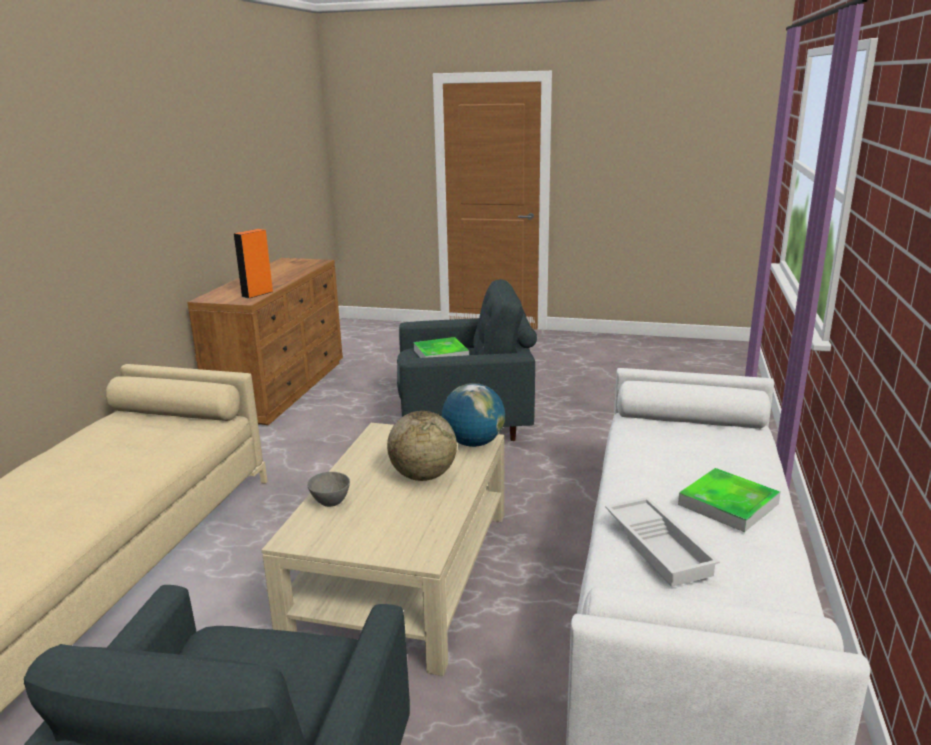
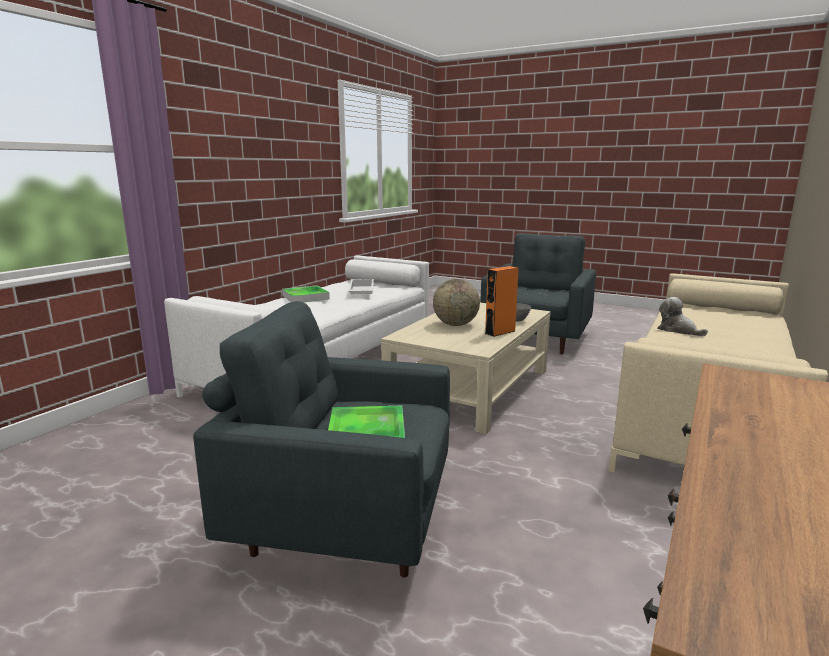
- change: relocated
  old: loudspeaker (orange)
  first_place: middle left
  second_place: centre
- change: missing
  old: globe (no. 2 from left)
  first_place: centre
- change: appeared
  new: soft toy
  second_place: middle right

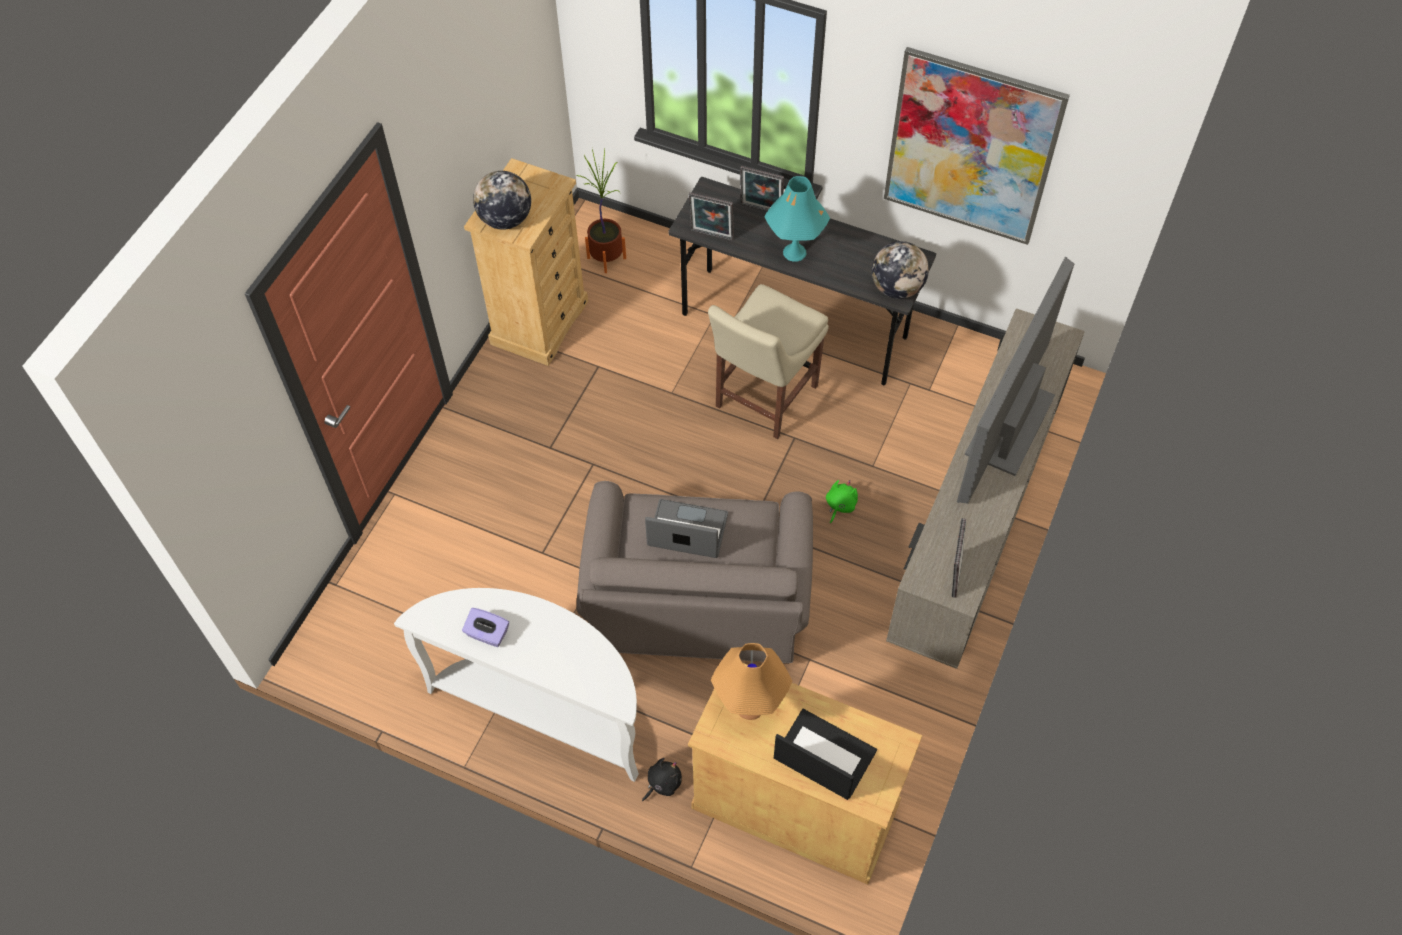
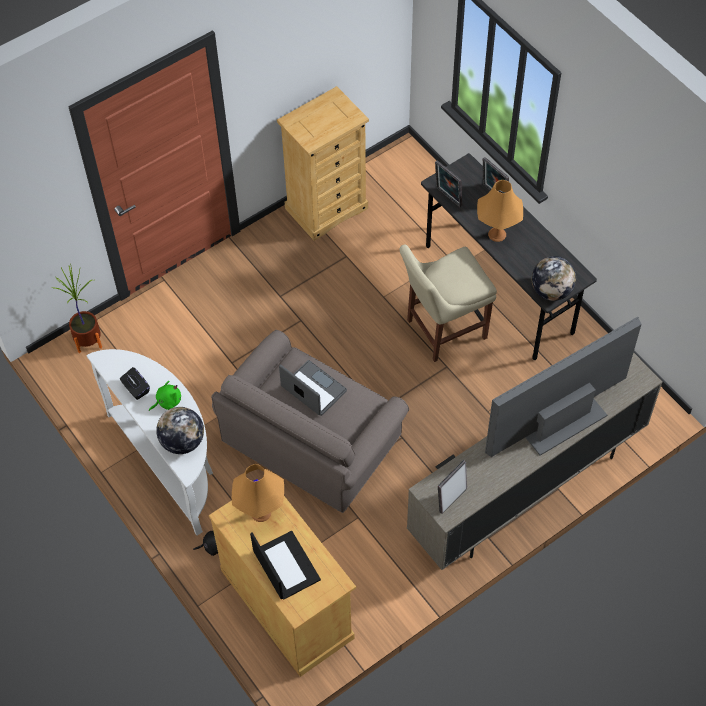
- change: missing
  old: wall picture
  first_place: top right
- change: relocated
  old: houseplant
  first_place: top centre
  second_place: middle left
- change: relocated
  old: globe (no. 1 from left)
  first_place: top centre
  second_place: middle left
- change: colour
  old: lamp for a table (blue-green)
  new: lamp for a table (orange) (no. 2 from left)
  first_place: top centre
  second_place: top right
- change: relocated
  old: soft toy (green-coloured)
  first_place: centre
  second_place: middle left
- change: colour
  old: tissue box (purplish)
  new: tissue box (black)
  first_place: bottom centre
  second_place: middle left

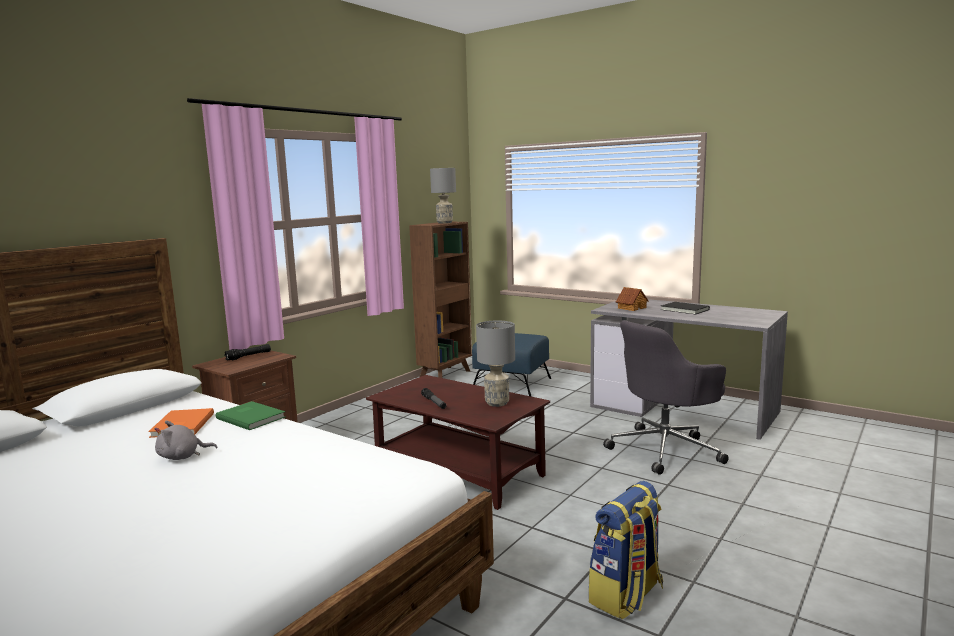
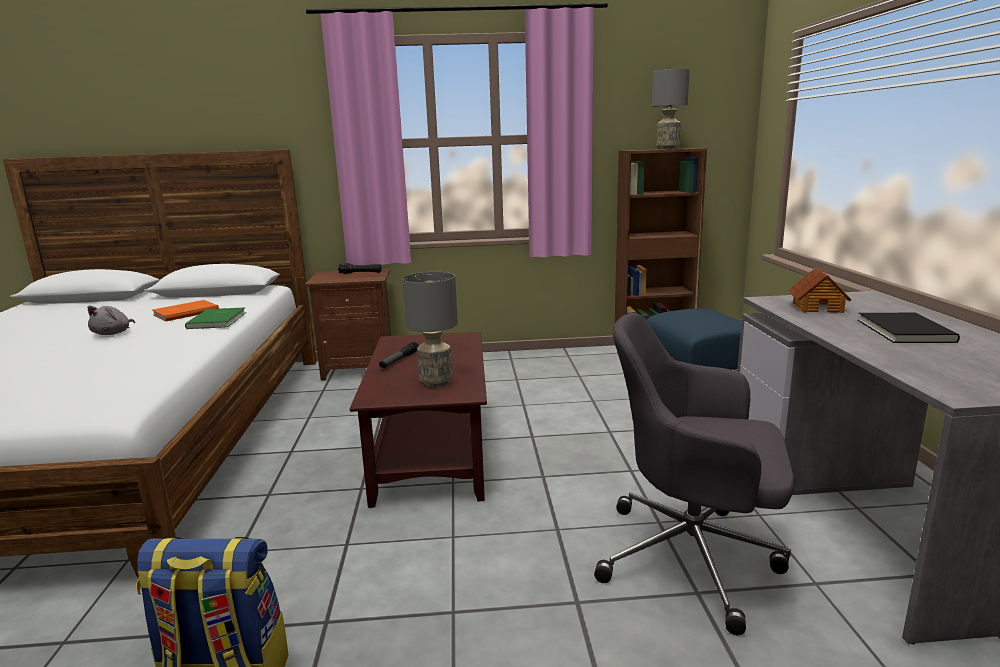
- change: spun
  old: soft toy (greyish)
  first_place: bottom left
  second_place: middle left
  degrees: -105

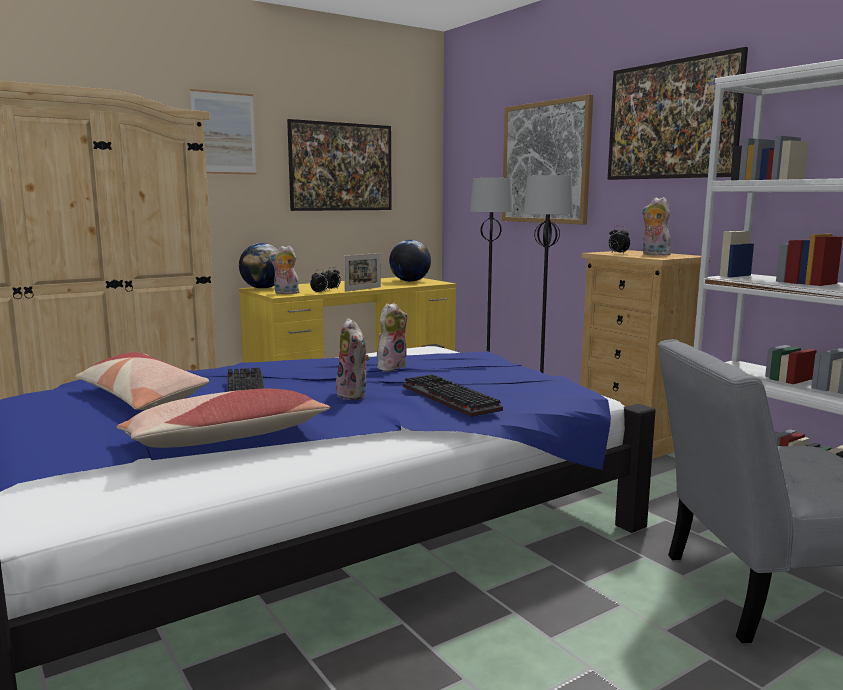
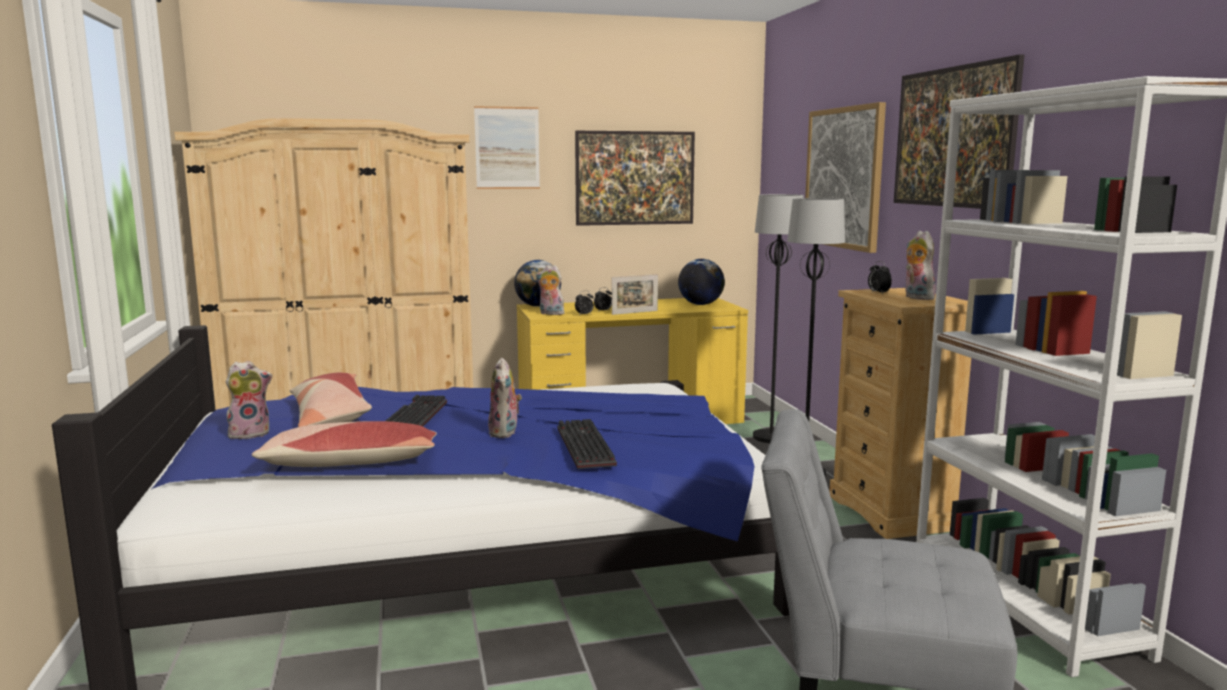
- change: relocated
  old: soft toy (no. 3 from left in the first image)
  new: soft toy (no. 1 from left)
  first_place: centre
  second_place: middle left

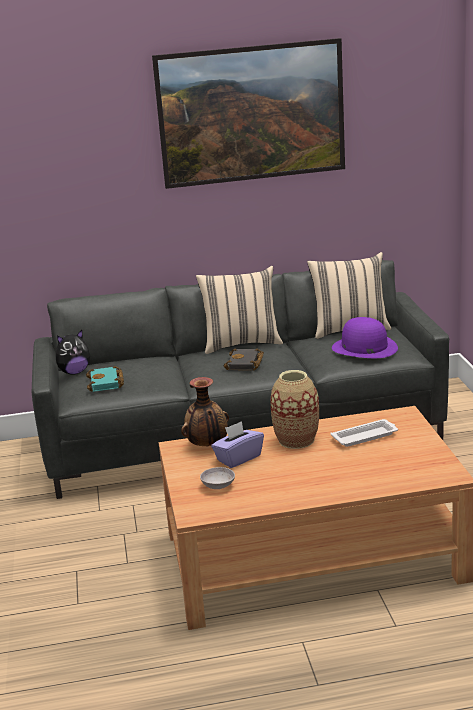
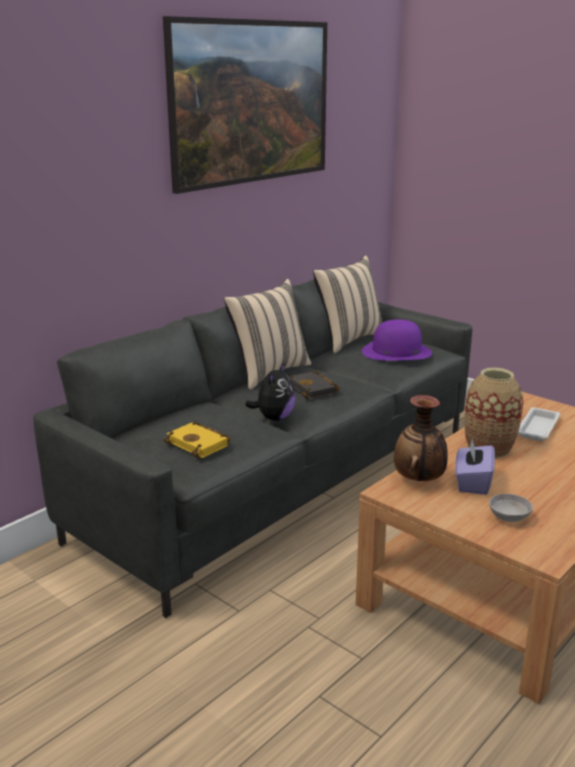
- change: relocated
  old: soft toy
  first_place: middle left
  second_place: centre
- change: colour
  old: bound book (blue-green)
  new: bound book (yellow-coloured)
  first_place: middle left
  second_place: centre

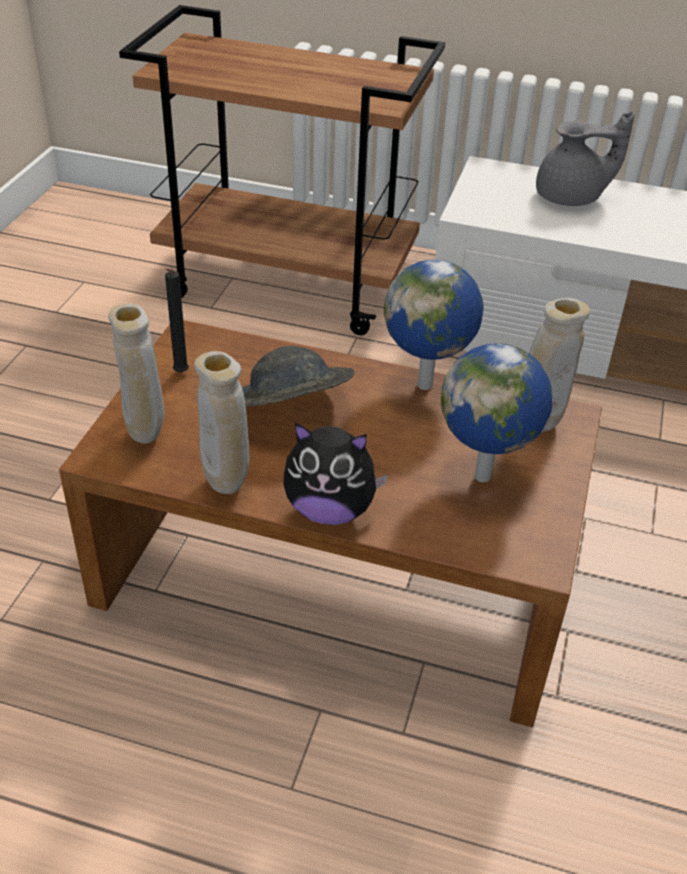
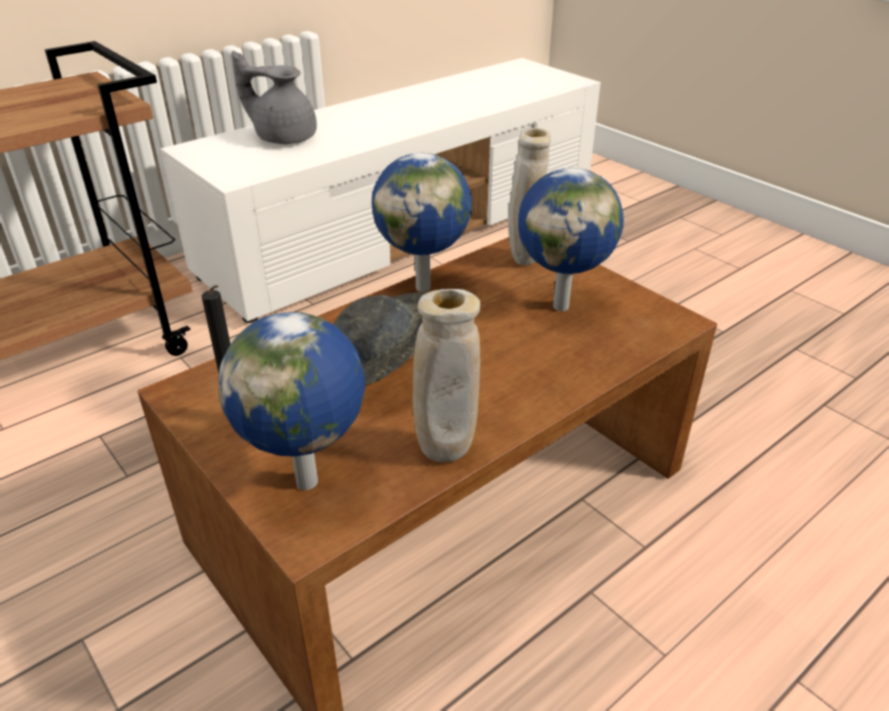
- change: spun
  old: teapot (greyish)
  first_place: top right
  second_place: top left
  degrees: -105
- change: exchanged
  old: flower vase (beige-coloured) (no. 1 from left)
  new: globe (no. 1 from left)
  first_place: middle left
  second_place: middle left
- change: missing
  old: soft toy
  first_place: centre

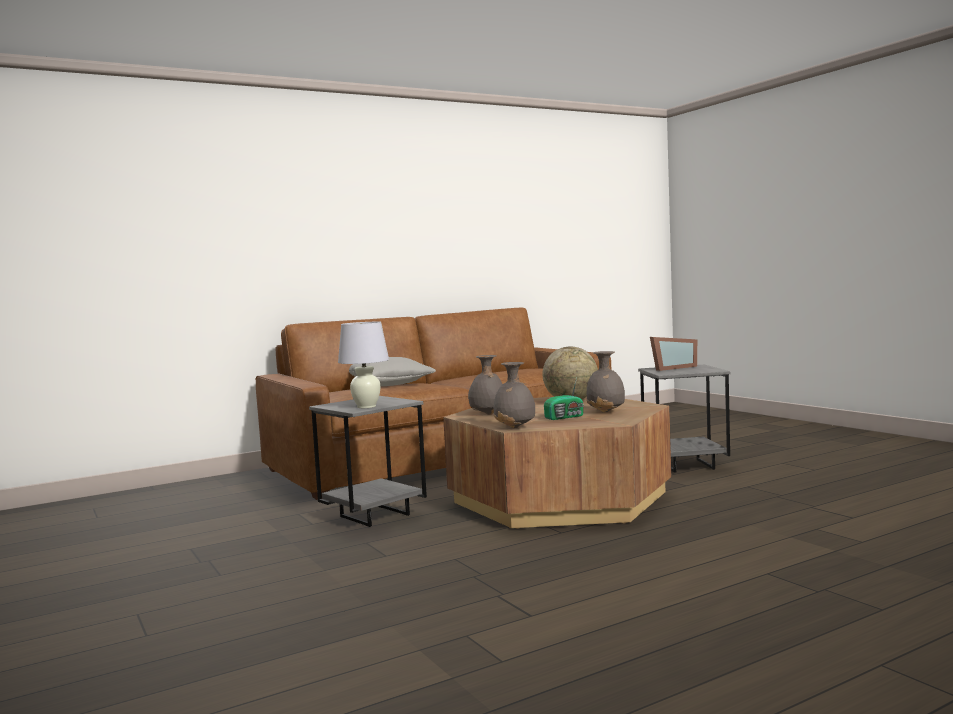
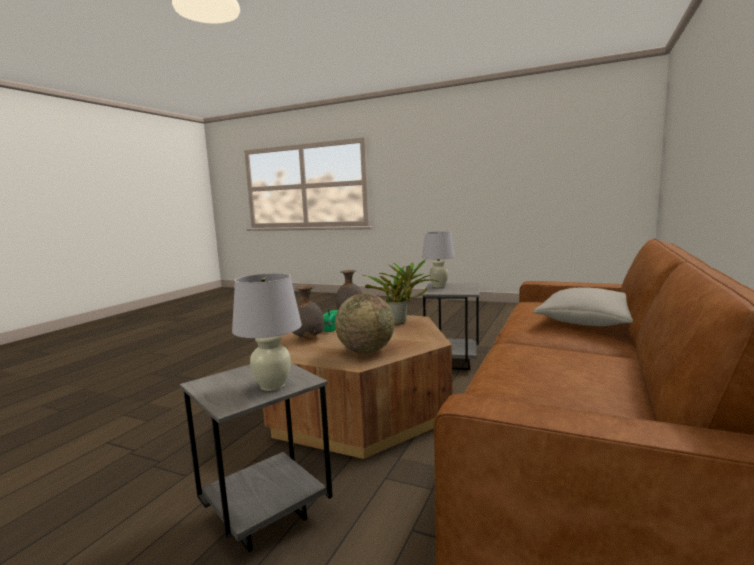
- change: exchanged
  old: picture frame
  new: lamp for a table (whitish) (no. 1 from left)
  first_place: middle right
  second_place: centre
- change: exchanged
  old: flower vase (greyish) (no. 1 from left)
  new: houseplant
  first_place: centre
  second_place: centre

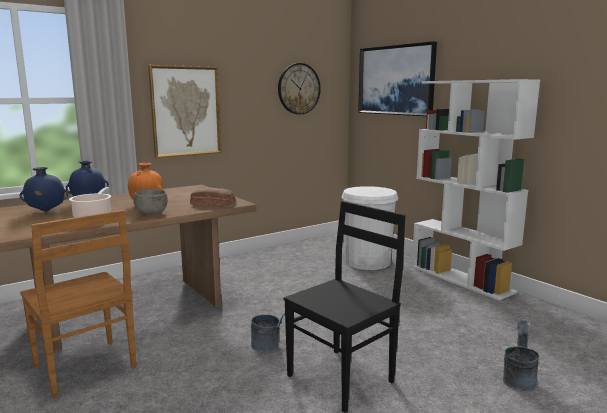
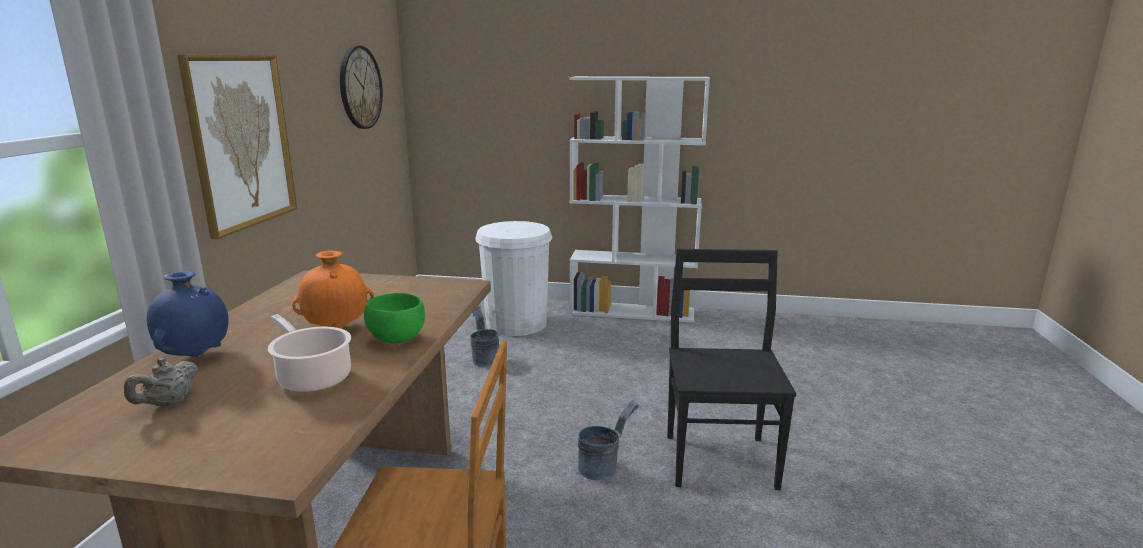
- change: missing
  old: wall picture (no. 2 from left)
  first_place: top centre
- change: exchanged
  old: flower vase (bluish) (no. 1 from left)
  new: teapot (beige-coloured)
  first_place: middle left
  second_place: bottom left
- change: missing
  old: bread
  first_place: centre
- change: colour
  old: serving bowl (greyish)
  new: serving bowl (green-coloured)
  first_place: middle left
  second_place: centre
- change: relocated
  old: bucket (greyish) (no. 2 from left in the first image)
  new: bucket (greyish) (no. 1 from left)
  first_place: bottom right
  second_place: centre

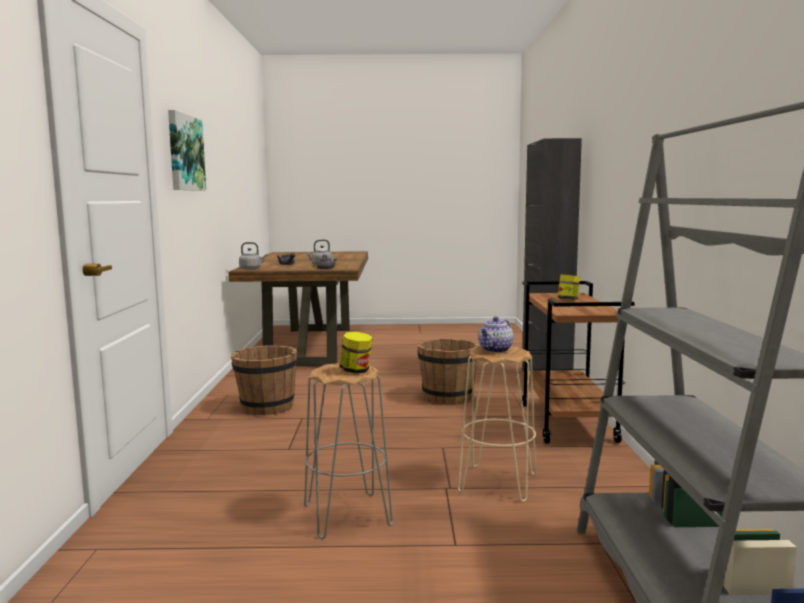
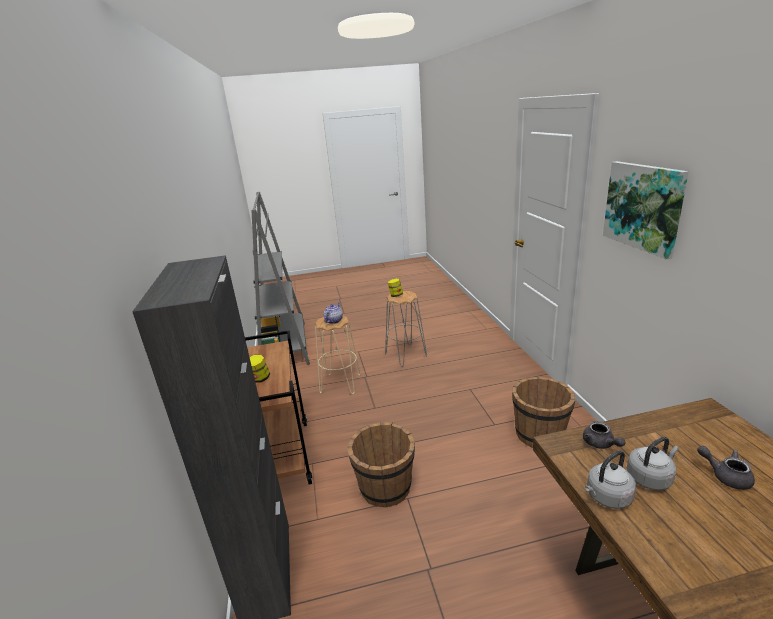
- change: relocated
  old: kettle (greyish) (no. 1 from left)
  first_place: middle left
  second_place: bottom right

